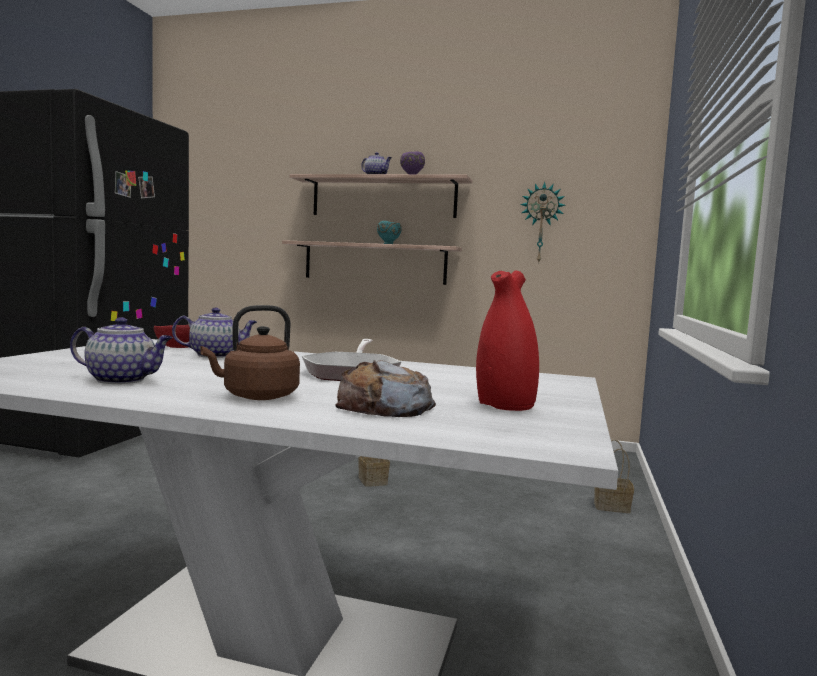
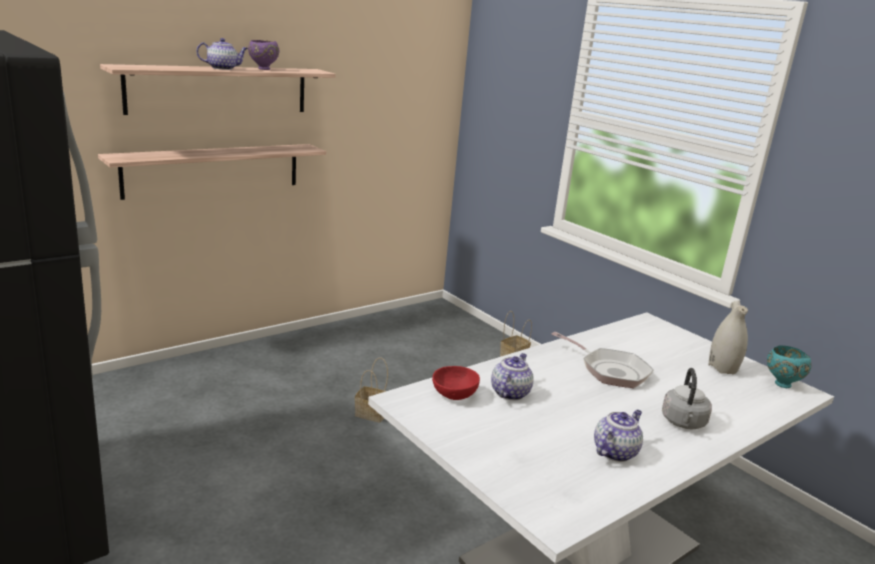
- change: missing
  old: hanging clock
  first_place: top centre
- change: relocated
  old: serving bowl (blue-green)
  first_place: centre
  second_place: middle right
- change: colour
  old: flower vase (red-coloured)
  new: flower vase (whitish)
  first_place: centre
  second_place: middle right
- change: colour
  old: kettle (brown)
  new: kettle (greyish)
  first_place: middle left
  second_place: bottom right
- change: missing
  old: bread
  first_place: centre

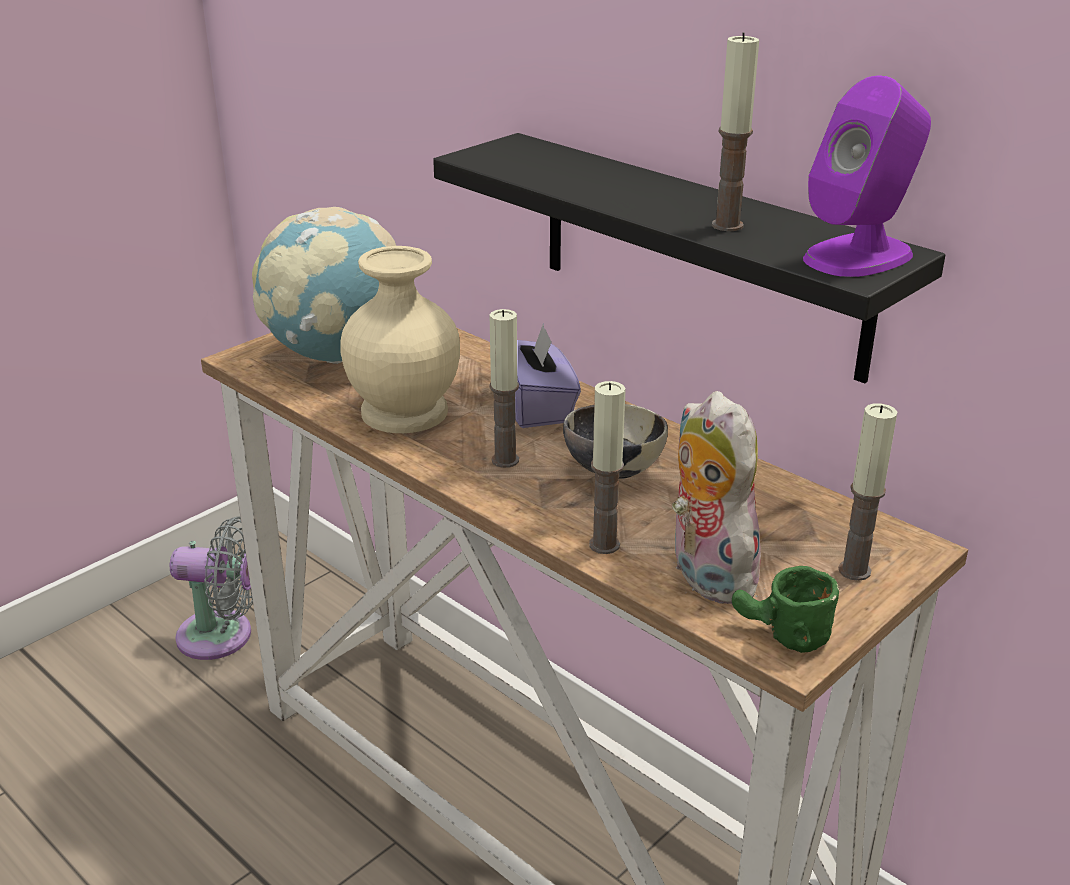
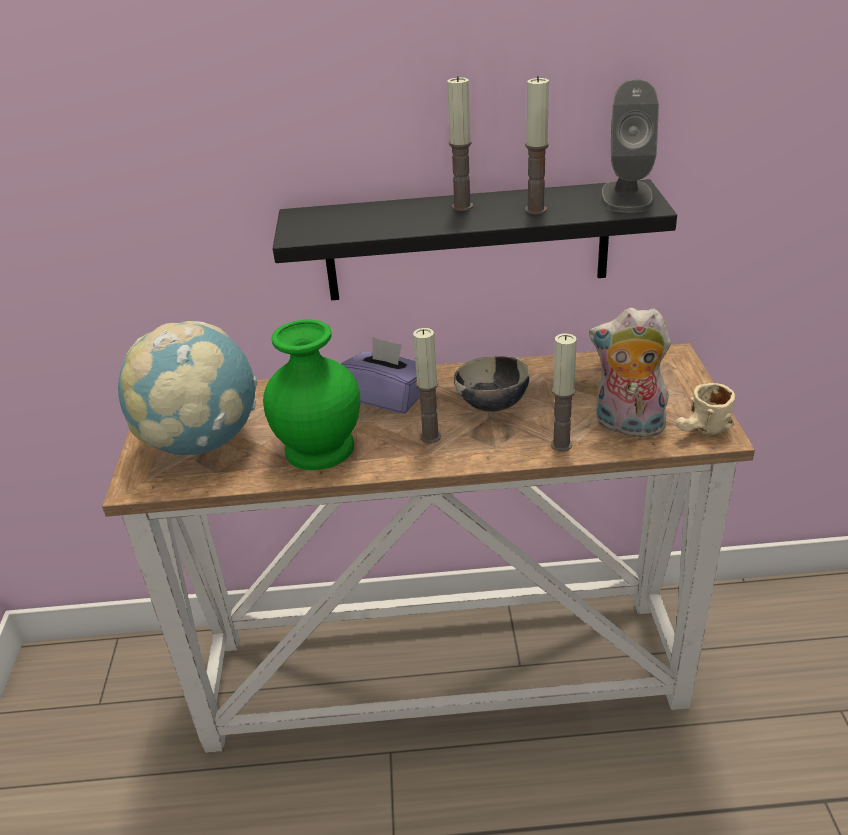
- change: colour
  old: loudspeaker (purplish)
  new: loudspeaker (greyish)
  first_place: top right
  second_place: top right
- change: colour
  old: flower vase (beige-coloured)
  new: flower vase (green-coloured)
  first_place: centre
  second_place: centre
- change: relocated
  old: candle (no. 4 from left in the first image)
  new: candle (no. 2 from left)
  first_place: middle right
  second_place: top centre
- change: missing
  old: fan (greyish)
  first_place: middle left
- change: colour
  old: tea mug (green-coloured)
  new: tea mug (beige-coloured)
  first_place: bottom right
  second_place: middle right

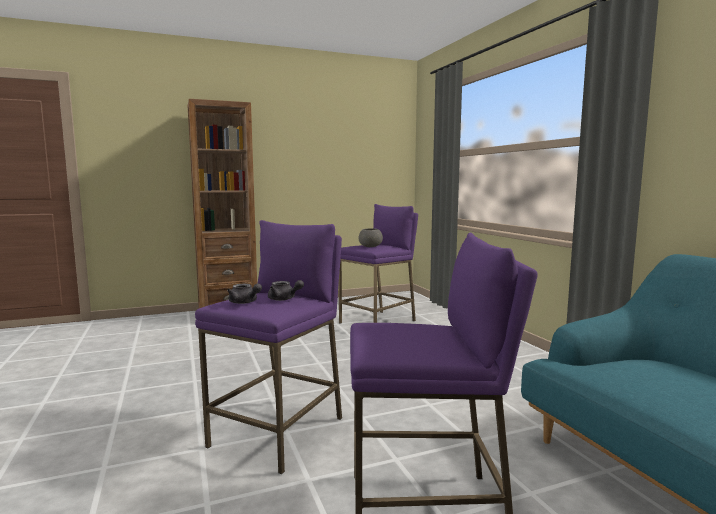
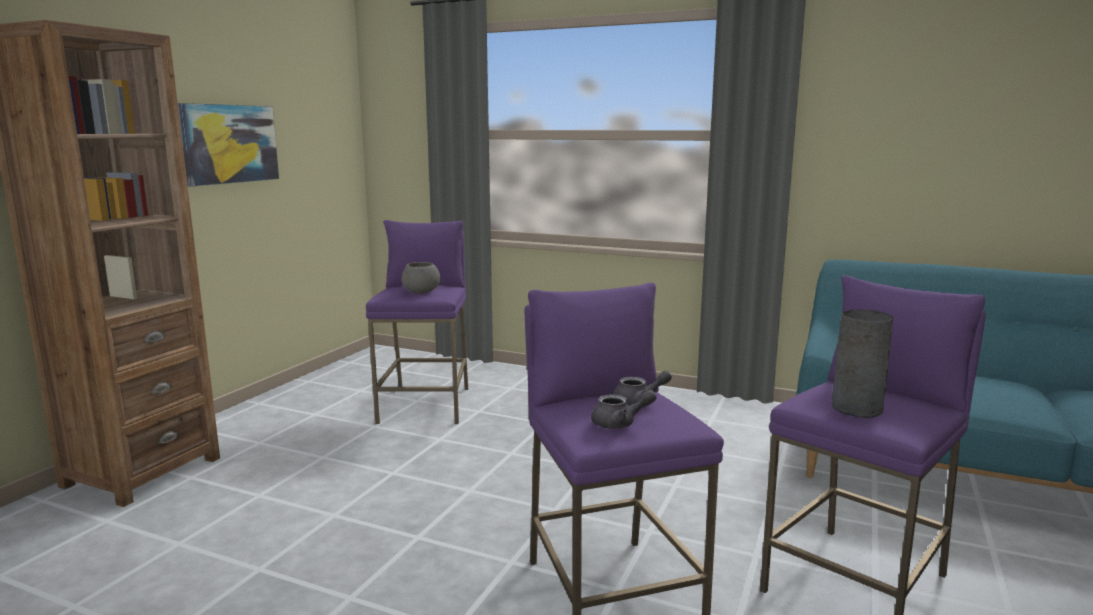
- change: appeared
  new: wall picture
  second_place: top left
- change: appeared
  new: flower vase (greyish)
  second_place: middle right

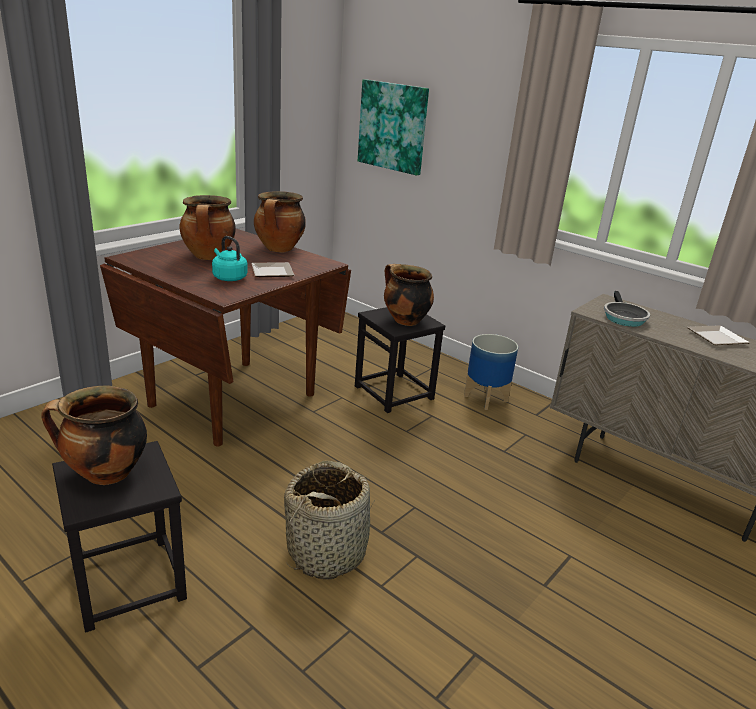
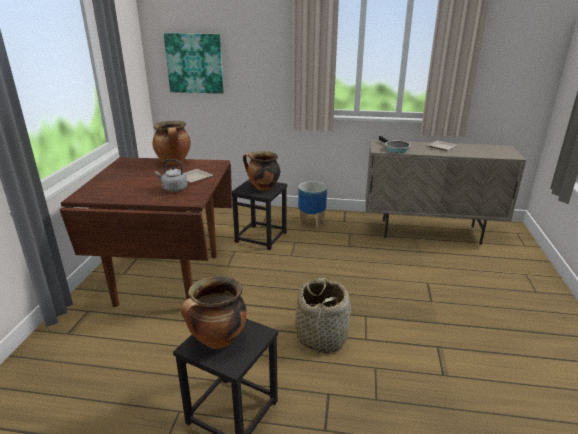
- change: missing
  old: stockpot (no. 2 from left)
  first_place: top left
- change: colour
  old: kettle (blue-green)
  new: kettle (greyish)
  first_place: middle left
  second_place: middle left

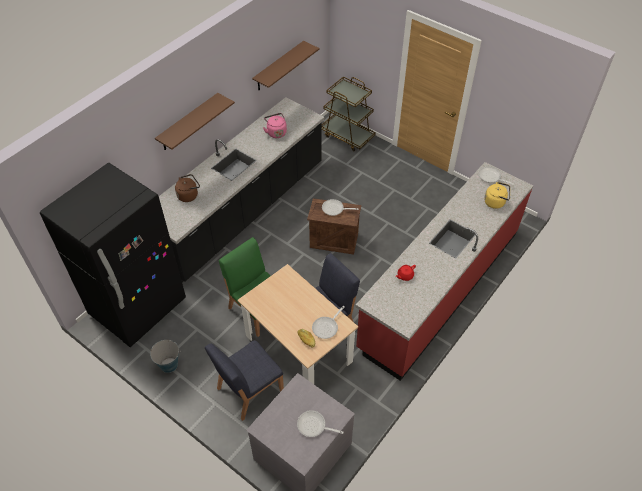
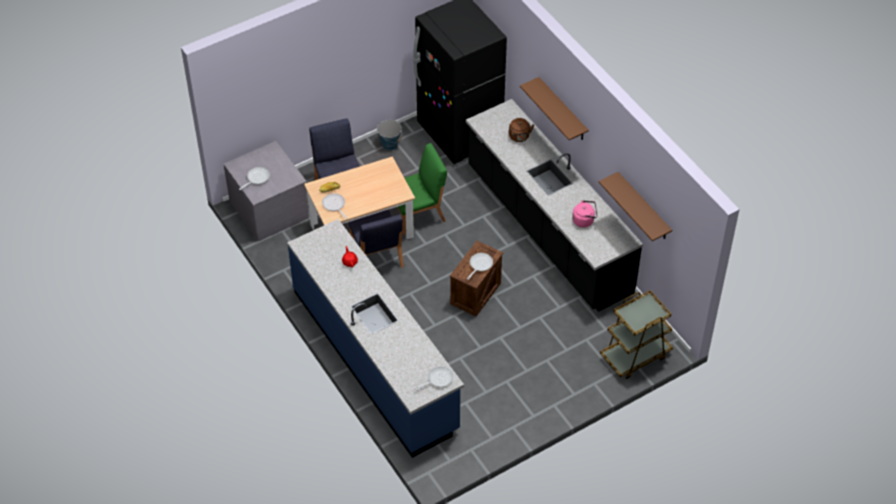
- change: colour
  old: kitchen counter (red-coloured)
  new: kitchen counter (bluish)
  first_place: middle right
  second_place: bottom centre
- change: missing
  old: kettle (yellow-coloured)
  first_place: middle right

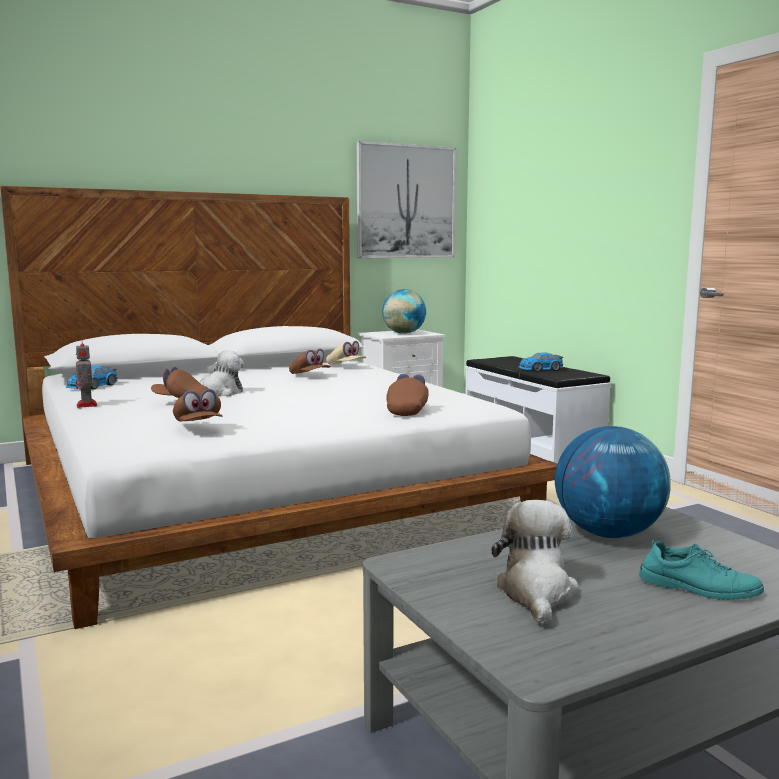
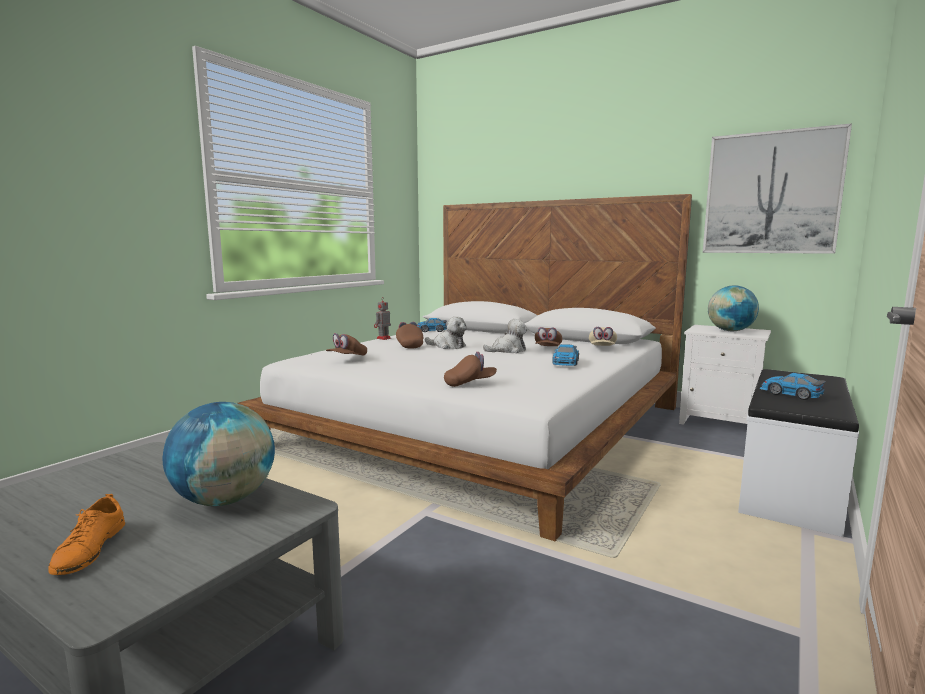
- change: relocated
  old: soft toy (no. 2 from left)
  first_place: bottom right
  second_place: centre
- change: colour
  old: item of footwear (blue-green)
  new: item of footwear (orange)
  first_place: bottom right
  second_place: bottom left
- change: appeared
  new: miniature car (no. 2 from left)
  second_place: centre

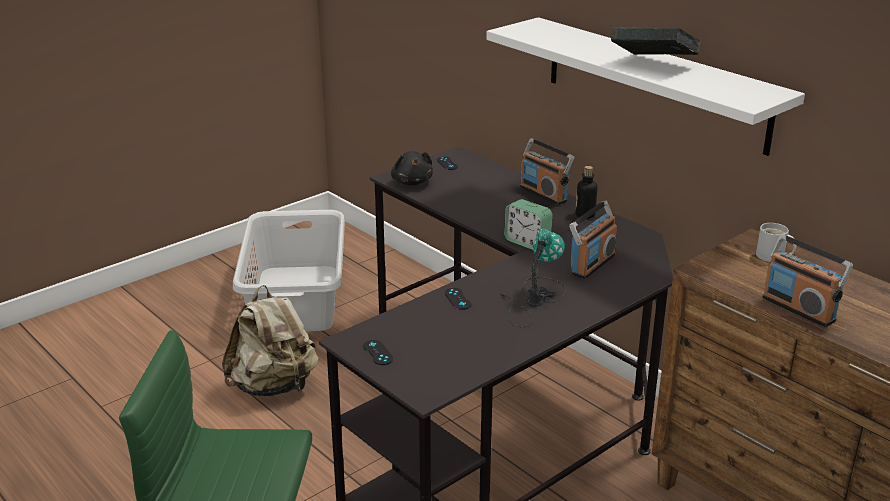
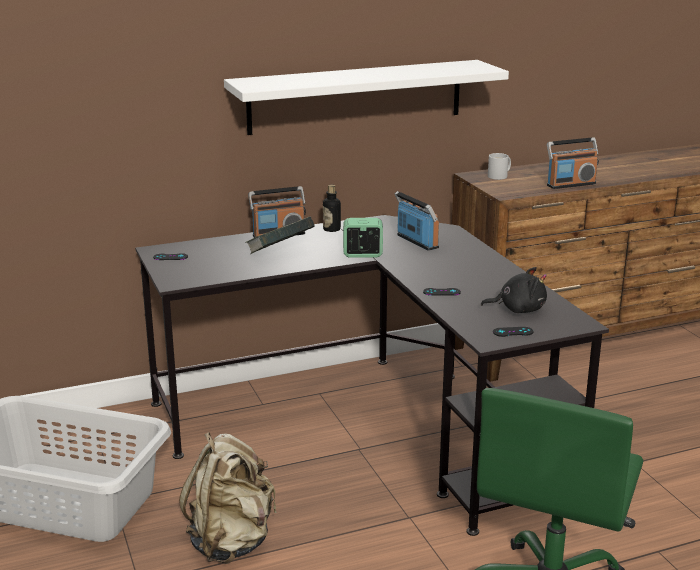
- change: relocated
  old: bound book
  first_place: top right
  second_place: centre
- change: relocated
  old: soft toy (black)
  first_place: centre
  second_place: middle right
- change: spun
  old: bedside clock
  first_place: centre
  second_place: centre
  degrees: -150
- change: missing
  old: lamp for a table
  first_place: centre

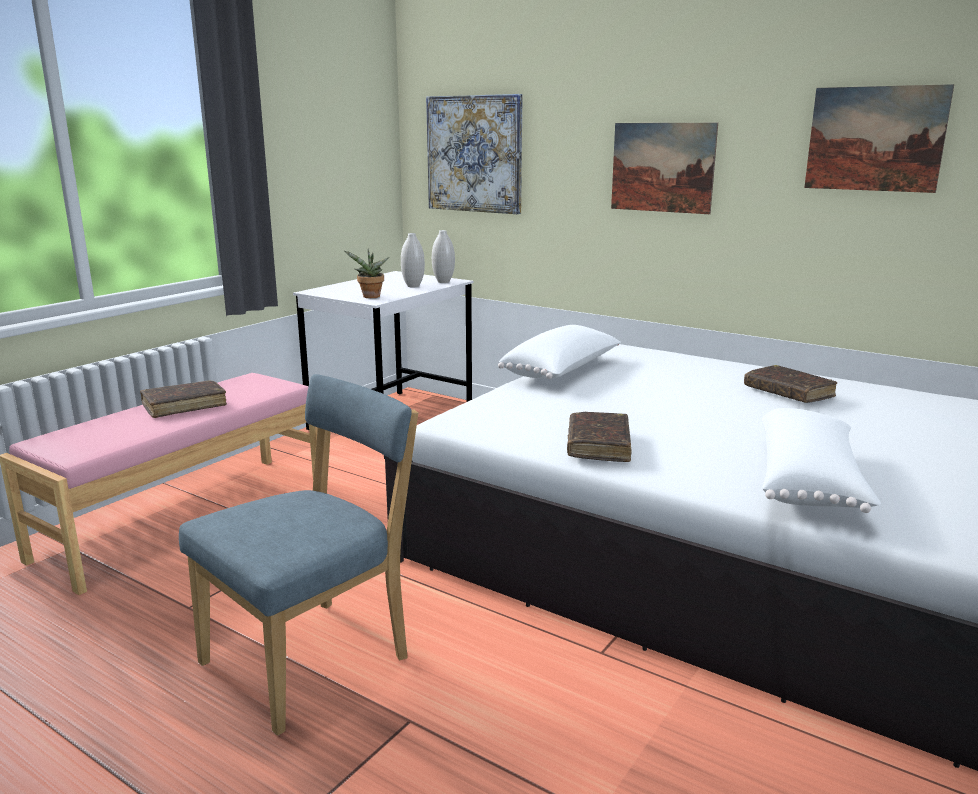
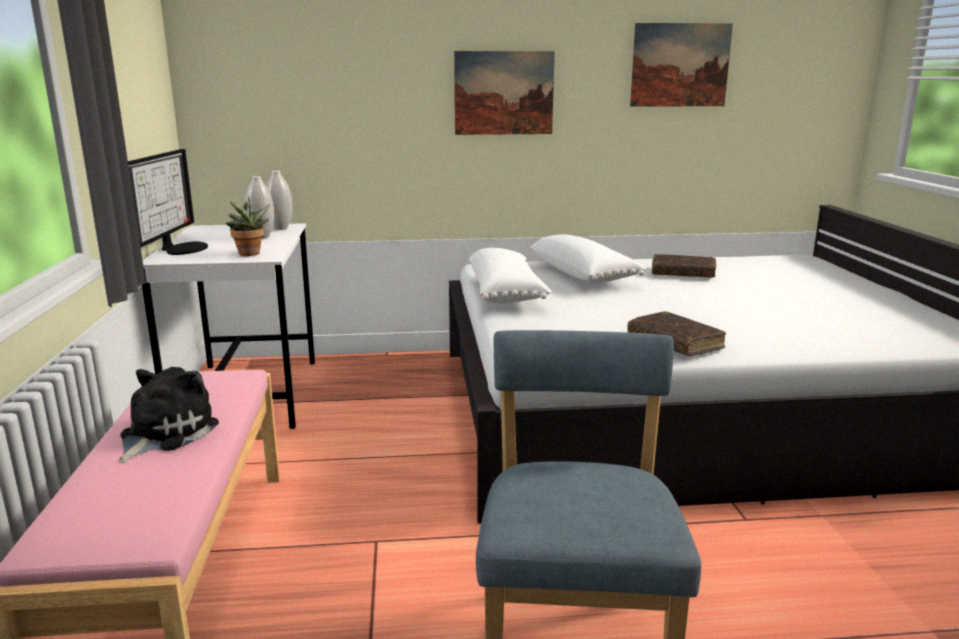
- change: missing
  old: wall picture (no. 1 from left)
  first_place: top centre
- change: exchanged
  old: bound book (brown) (no. 1 from left)
  new: soft toy
  first_place: middle left
  second_place: middle left
- change: relocated
  old: throw pillow (whitish) (no. 2 from left)
  first_place: middle right
  second_place: centre
- change: appeared
  new: computer display
  second_place: top left

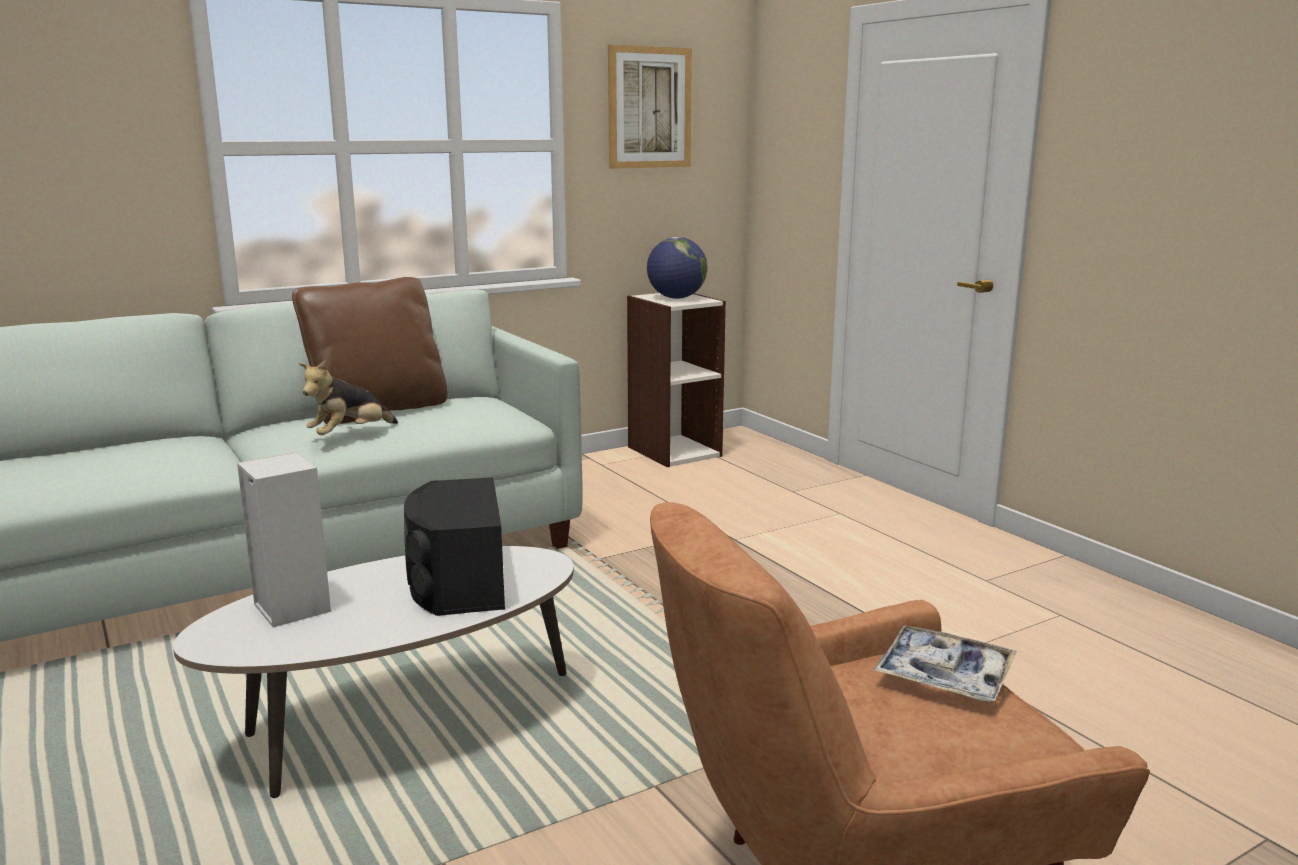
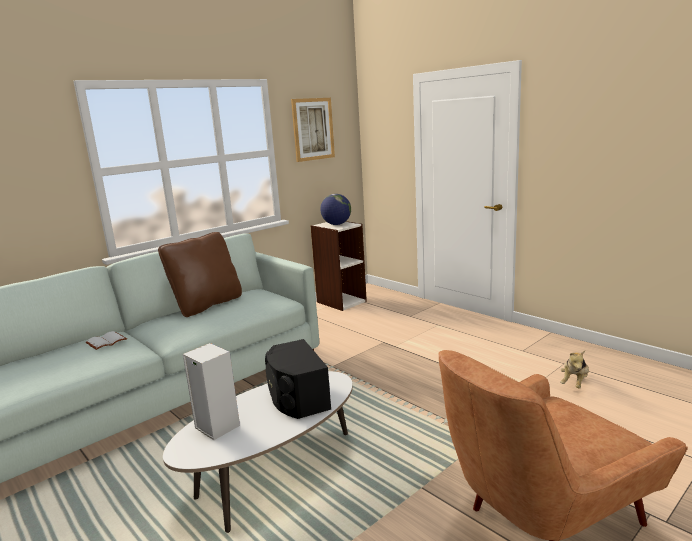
- change: relocated
  old: soft toy
  first_place: middle left
  second_place: bottom right
- change: missing
  old: carrying tray
  first_place: bottom right
- change: appeared
  new: bound book (whitish)
  second_place: middle left

